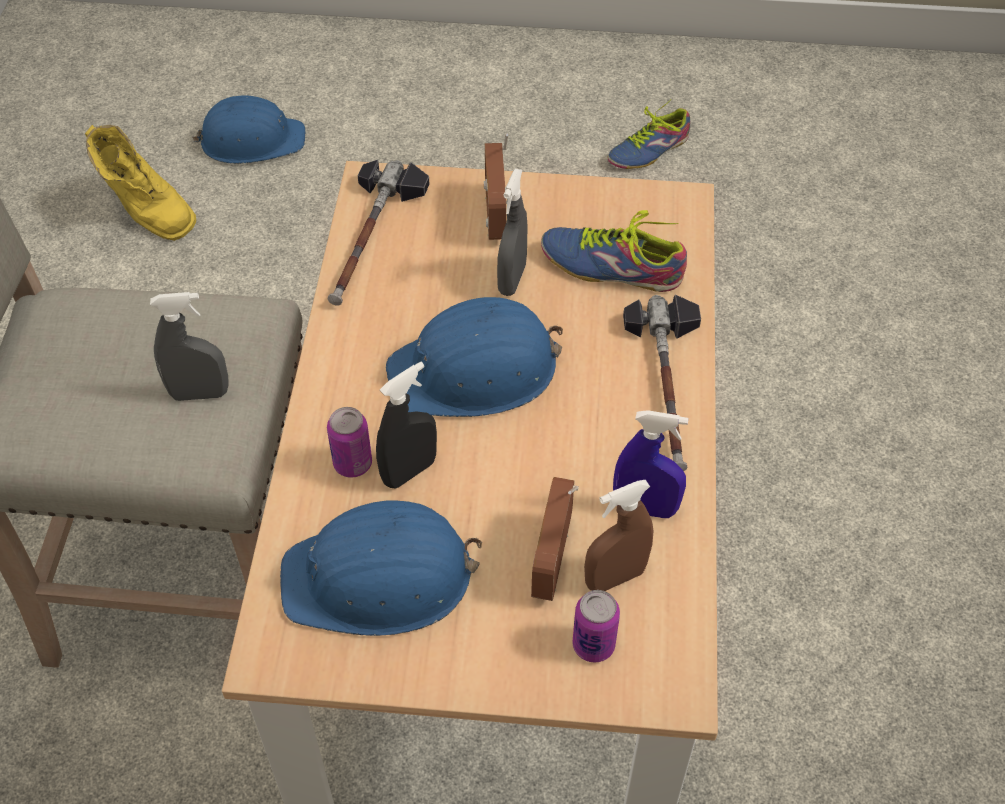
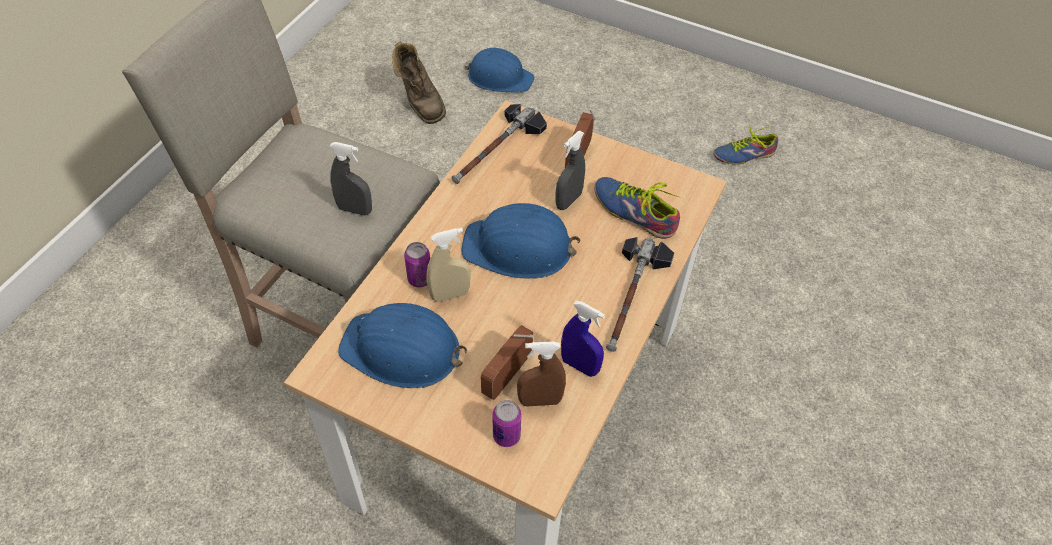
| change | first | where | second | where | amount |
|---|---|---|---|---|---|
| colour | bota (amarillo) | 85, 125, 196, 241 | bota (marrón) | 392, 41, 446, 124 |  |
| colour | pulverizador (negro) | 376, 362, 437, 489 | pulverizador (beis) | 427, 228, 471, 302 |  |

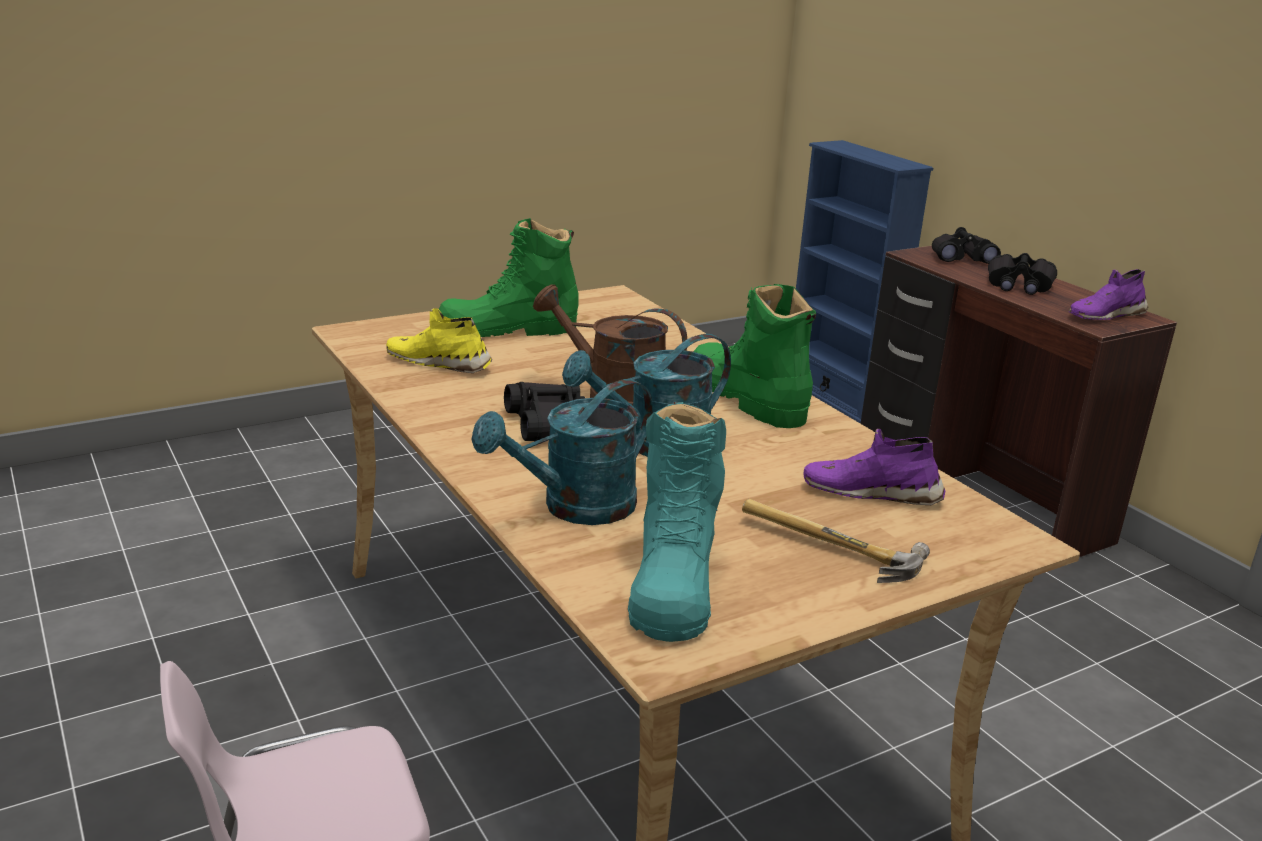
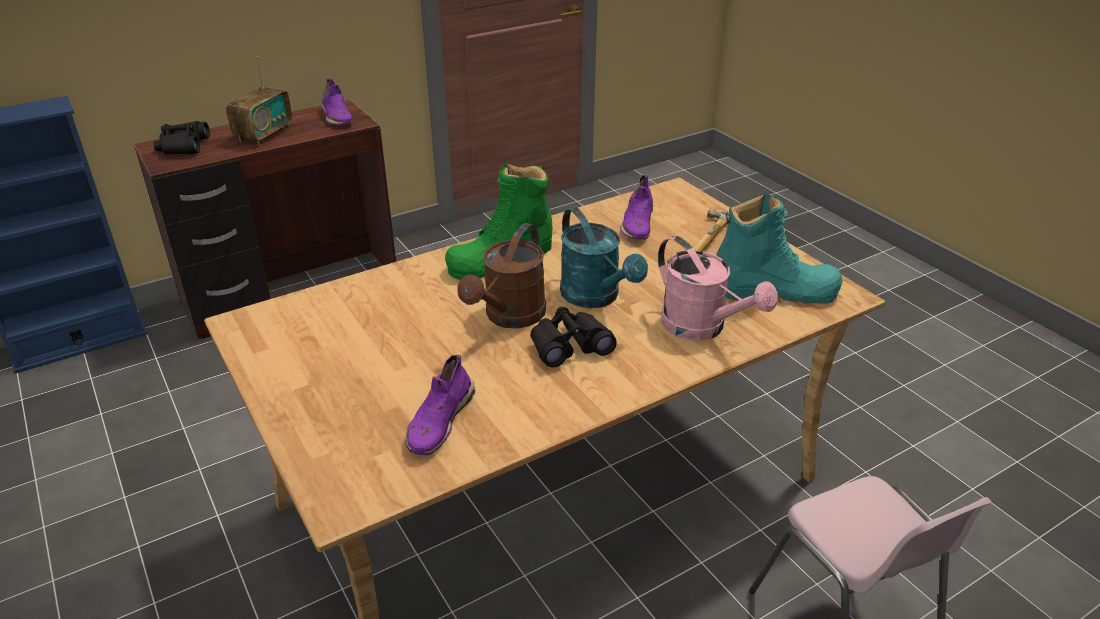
| change | first | where | second | where | amount |
|---|---|---|---|---|---|
| missing | bota (verde) | 439, 219, 578, 337 |  |  |  |
| exchanged | prismáticos (negro) | 988, 253, 1057, 295 | radio | 226, 56, 292, 146 |  |
| colour | zapato (amarillo) | 386, 308, 492, 373 | zapato (morado) | 405, 355, 475, 455 |  |
| colour | regadera (turquesa) | 471, 379, 653, 525 | regadera (rosa) | 658, 236, 778, 341 |  |

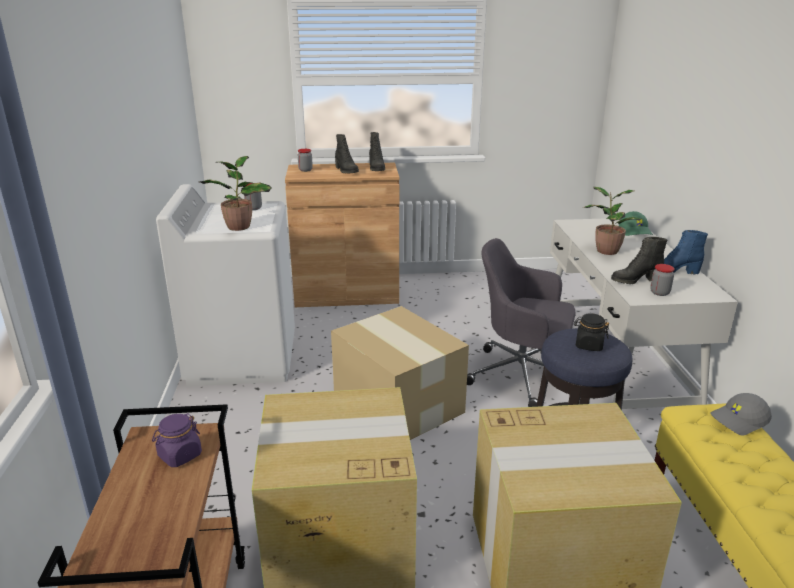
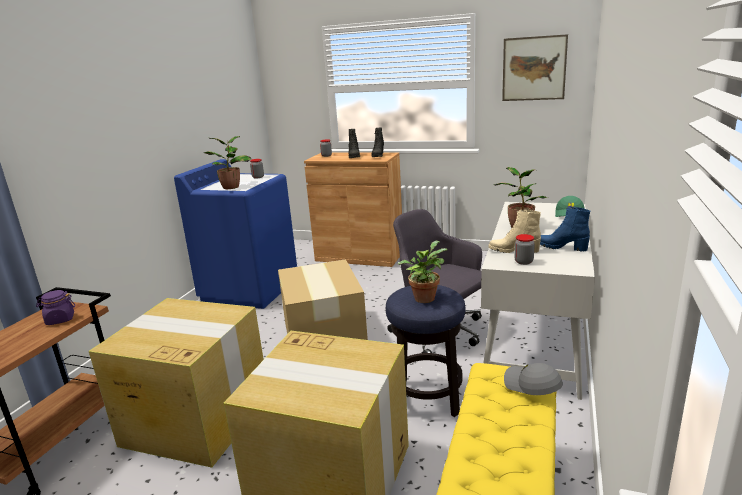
| change | first | where | second | where | amount |
|---|---|---|---|---|---|
| colour | lavadora (blanco) | 156, 184, 295, 386 | lavadora (azul) | 174, 159, 297, 309 |  |
| colour | bota (negro) | 611, 237, 667, 284 | bota (beis) | 489, 210, 541, 253 |  |
| exchanged | tarro (negro) | 574, 313, 609, 351 | planta en maceta | 398, 241, 447, 303 |  |
| spun | gorra (gris) | 710, 393, 772, 436 |  | 504, 363, 563, 395 | 45 degrees clockwise |
| appeared |  |  | cuadro | 502, 34, 568, 101 |  |

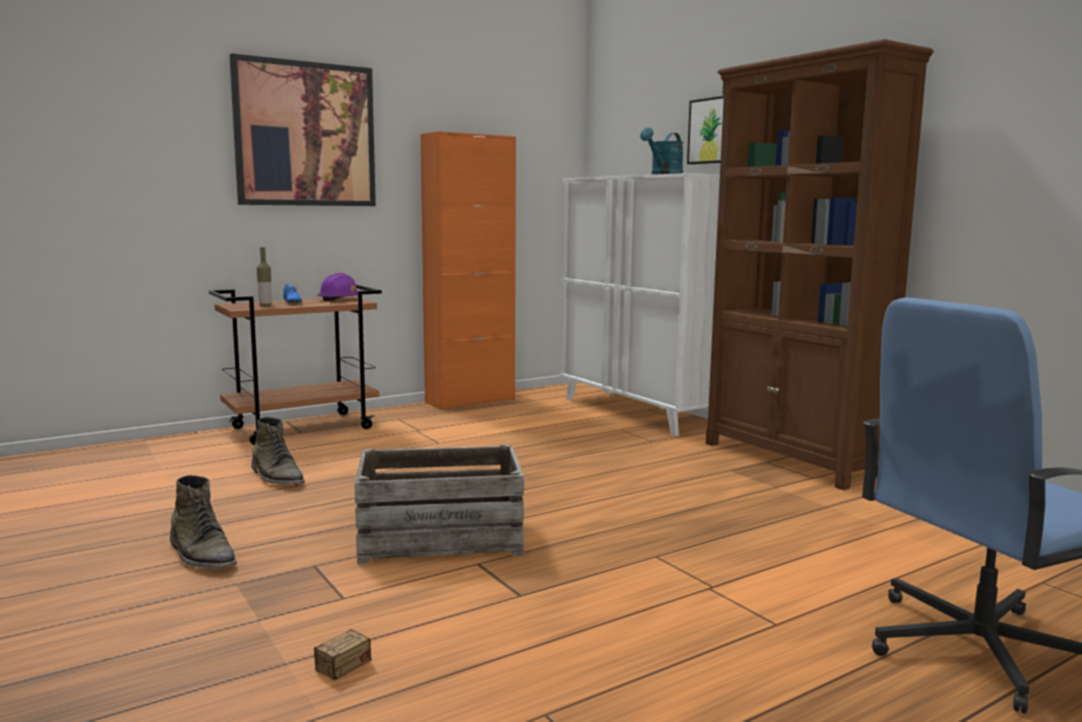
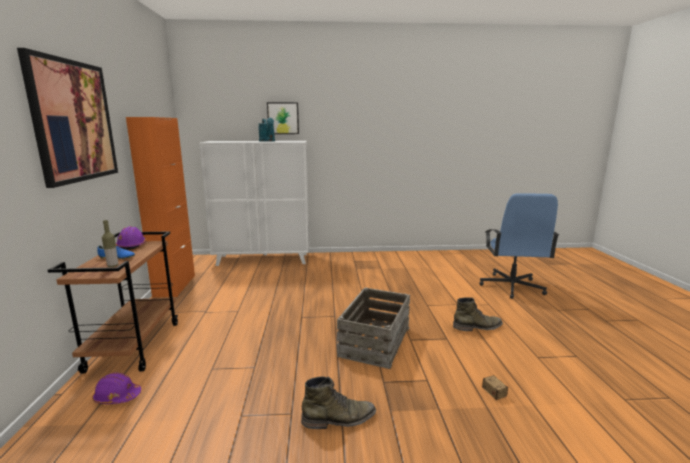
| change | first | where | second | where | amount |
|---|---|---|---|---|---|
| missing | estantería (marrón) | 706, 39, 934, 490 |  |  |  |
| relocated | bota (verde) | 251, 417, 305, 484 |  | 453, 297, 503, 331 |  |
| appeared |  |  | casco (morado) | 92, 373, 141, 404 |  |

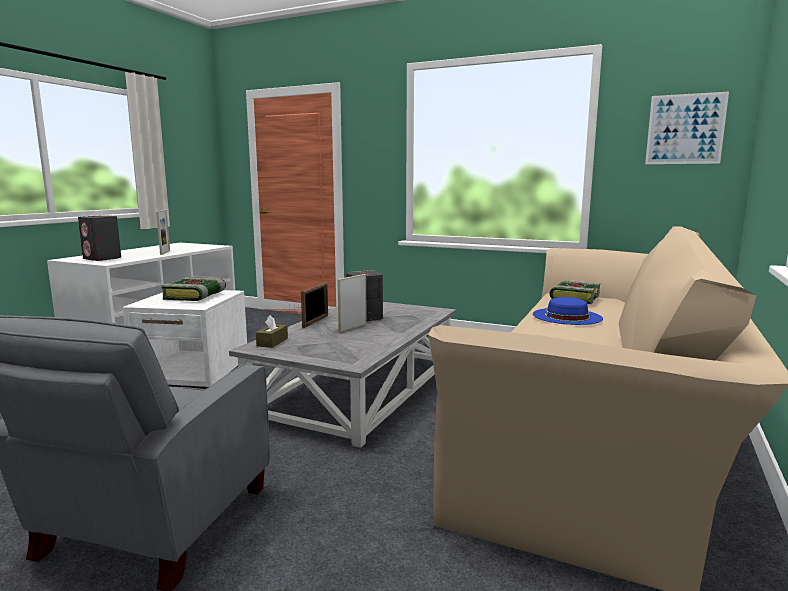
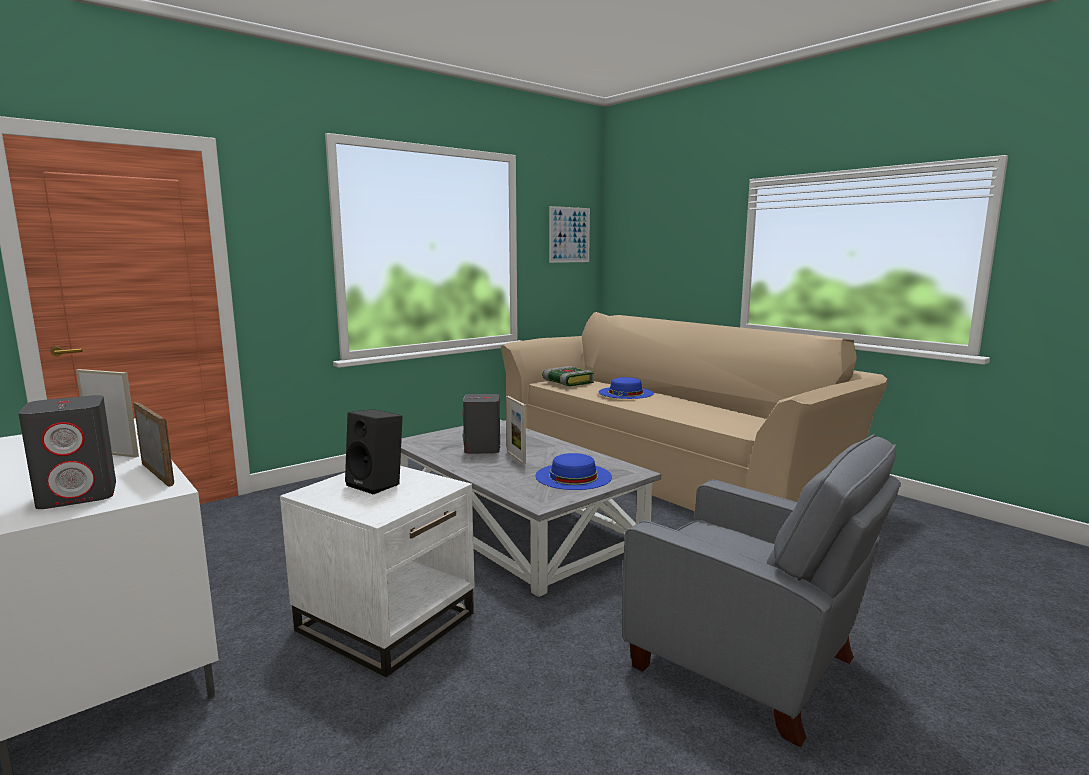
| change | first | where | second | where | amount |
|---|---|---|---|---|---|
| exchanged | libro | 162, 277, 226, 301 | altavoz (negro) | 345, 409, 403, 494 |  |
| relocated | portarretratos | 301, 282, 328, 328 |  | 133, 402, 174, 487 |  |
| missing | caja de pañuelos (marrón) | 256, 315, 288, 348 |  |  |  |
| appeared |  |  | sombrero (azul) | 535, 453, 612, 490 |  |

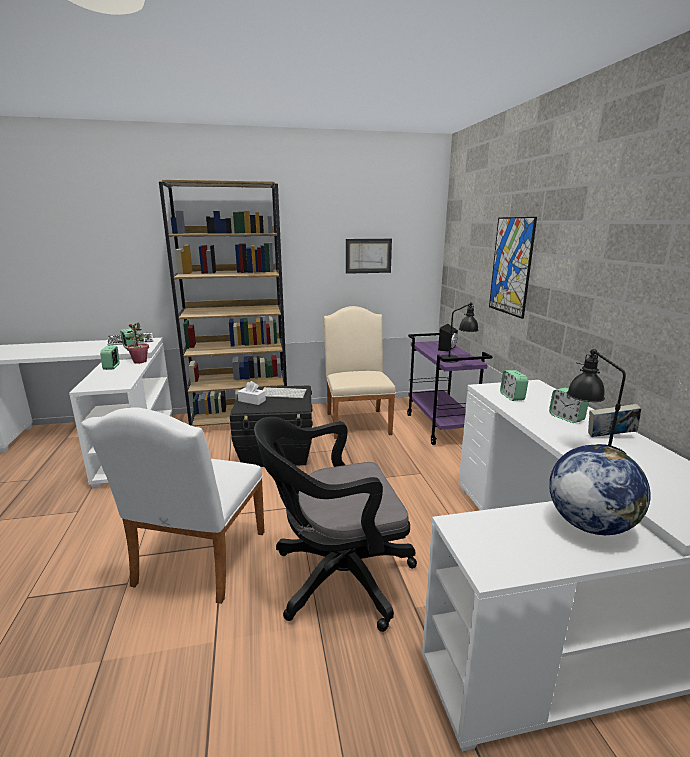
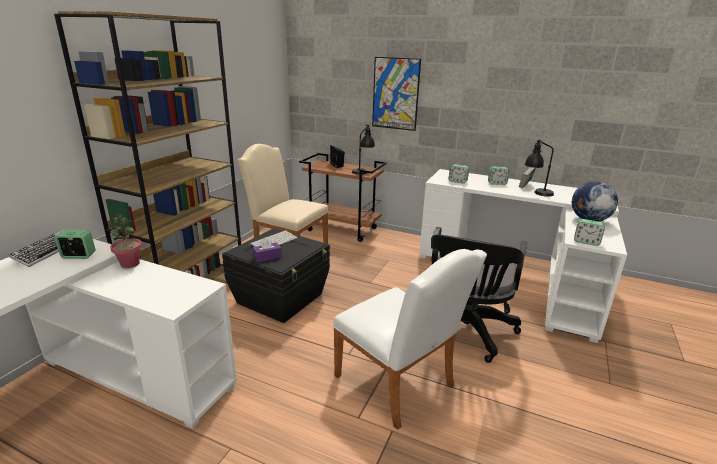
| change | first | where | second | where | amount |
|---|---|---|---|---|---|
| missing | cuadro | 346, 239, 392, 274 |  |  |  |
| colour | carrito (morado) | 407, 333, 493, 445 | carrito (marrón) | 299, 153, 387, 242 |  |
| relocated | despertador | 100, 346, 120, 370 |  | 574, 219, 605, 246 |  |
| colour | caja de pañuelos (blanco) | 238, 381, 266, 405 | caja de pañuelos (morado) | 253, 237, 282, 262 |  |

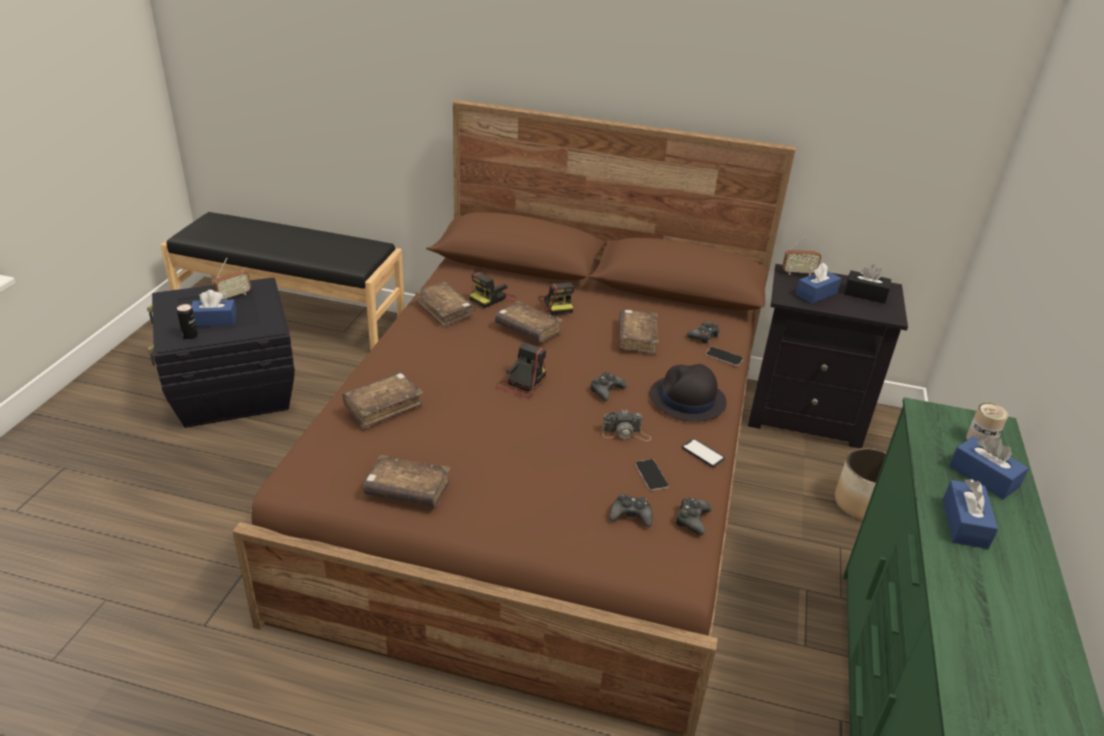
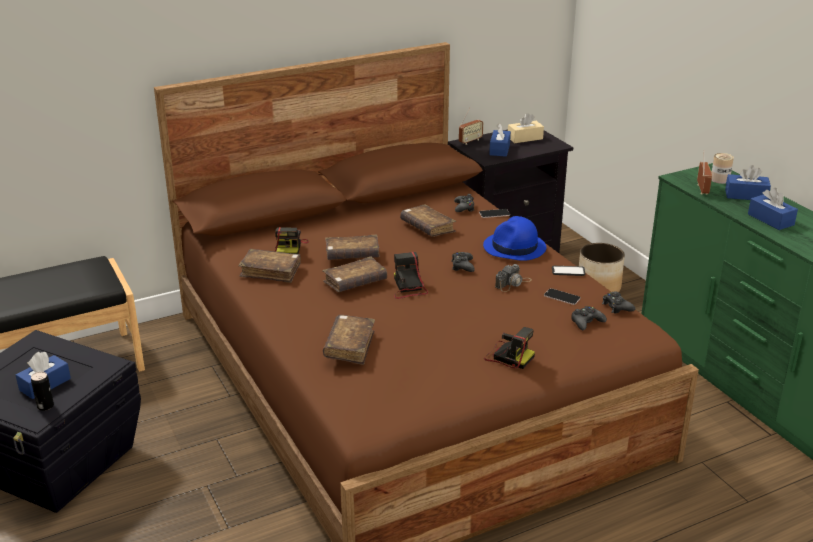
| change | first | where | second | where | amount |
|---|---|---|---|---|---|
| relocated | radio | 213, 258, 251, 300 |  | 697, 150, 712, 195 |  |
| colour | caja de pañuelos (negro) | 844, 265, 891, 303 | caja de pañuelos (beis) | 508, 113, 544, 143 |  |
| relocated | cámara | 538, 283, 574, 315 |  | 484, 327, 535, 369 |  |
| colour | sombrero (negro) | 649, 364, 727, 422 | sombrero (azul) | 483, 216, 546, 261 |  |
| relocated | libro (marrón) | 364, 455, 451, 507 |  | 322, 256, 387, 292 |  |

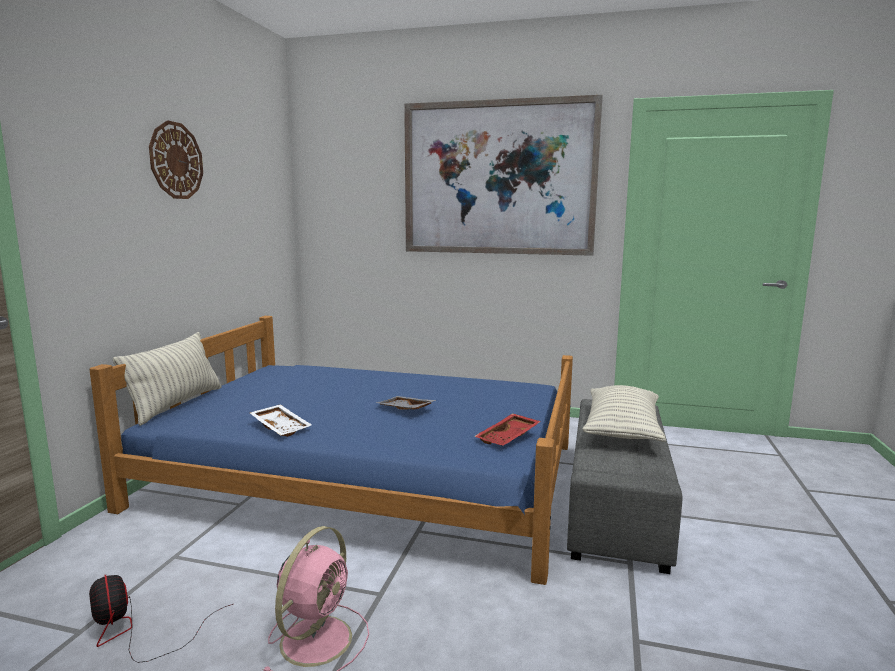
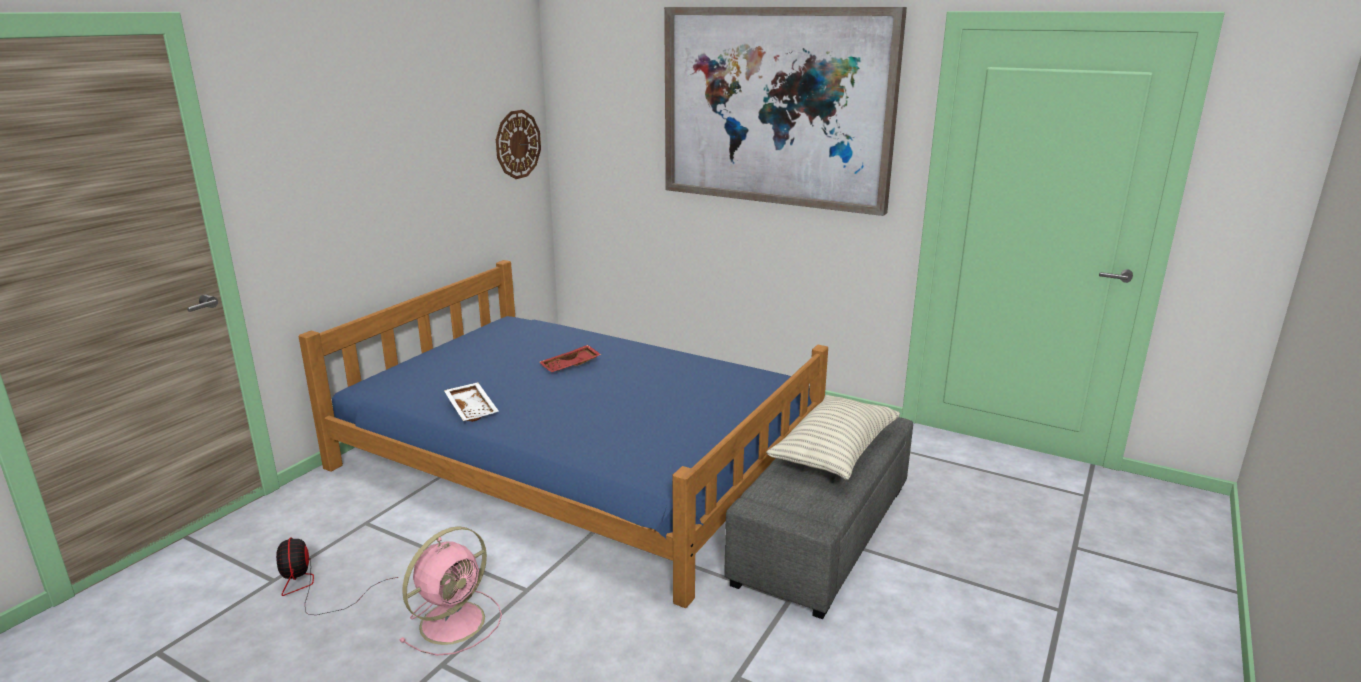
| change | first | where | second | where | amount |
|---|---|---|---|---|---|
| relocated | reloj de pared | 149, 120, 203, 199 |  | 496, 110, 541, 179 |  |
| missing | cojín | 113, 332, 221, 426 |  |  |  |
| missing | bandeja (gris) | 376, 396, 436, 410 |  |  |  |
| relocated | bandeja (rojo) | 474, 413, 541, 446 |  | 539, 345, 601, 372 |  |

